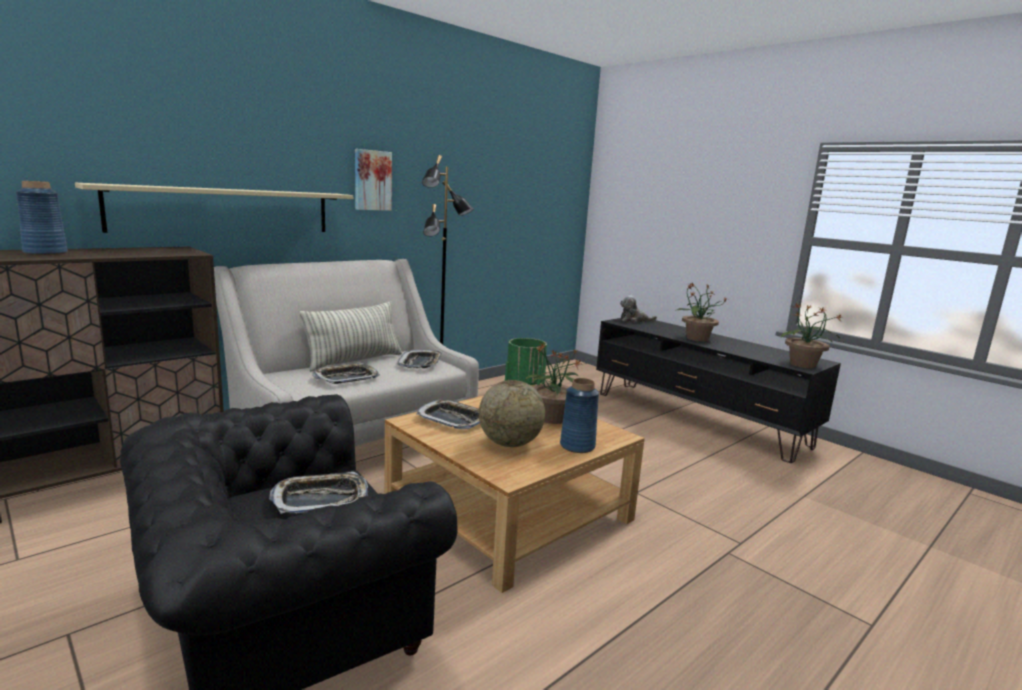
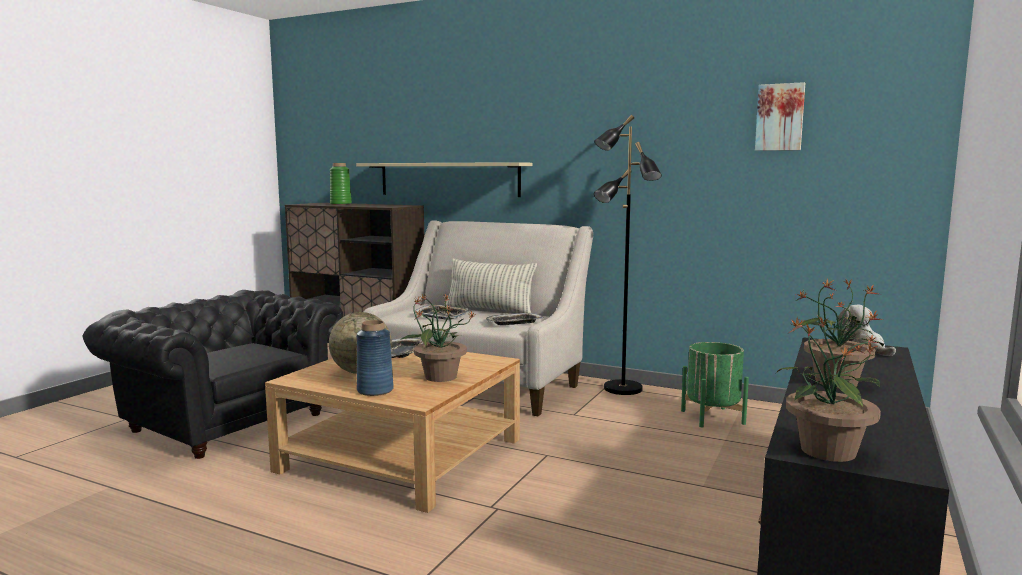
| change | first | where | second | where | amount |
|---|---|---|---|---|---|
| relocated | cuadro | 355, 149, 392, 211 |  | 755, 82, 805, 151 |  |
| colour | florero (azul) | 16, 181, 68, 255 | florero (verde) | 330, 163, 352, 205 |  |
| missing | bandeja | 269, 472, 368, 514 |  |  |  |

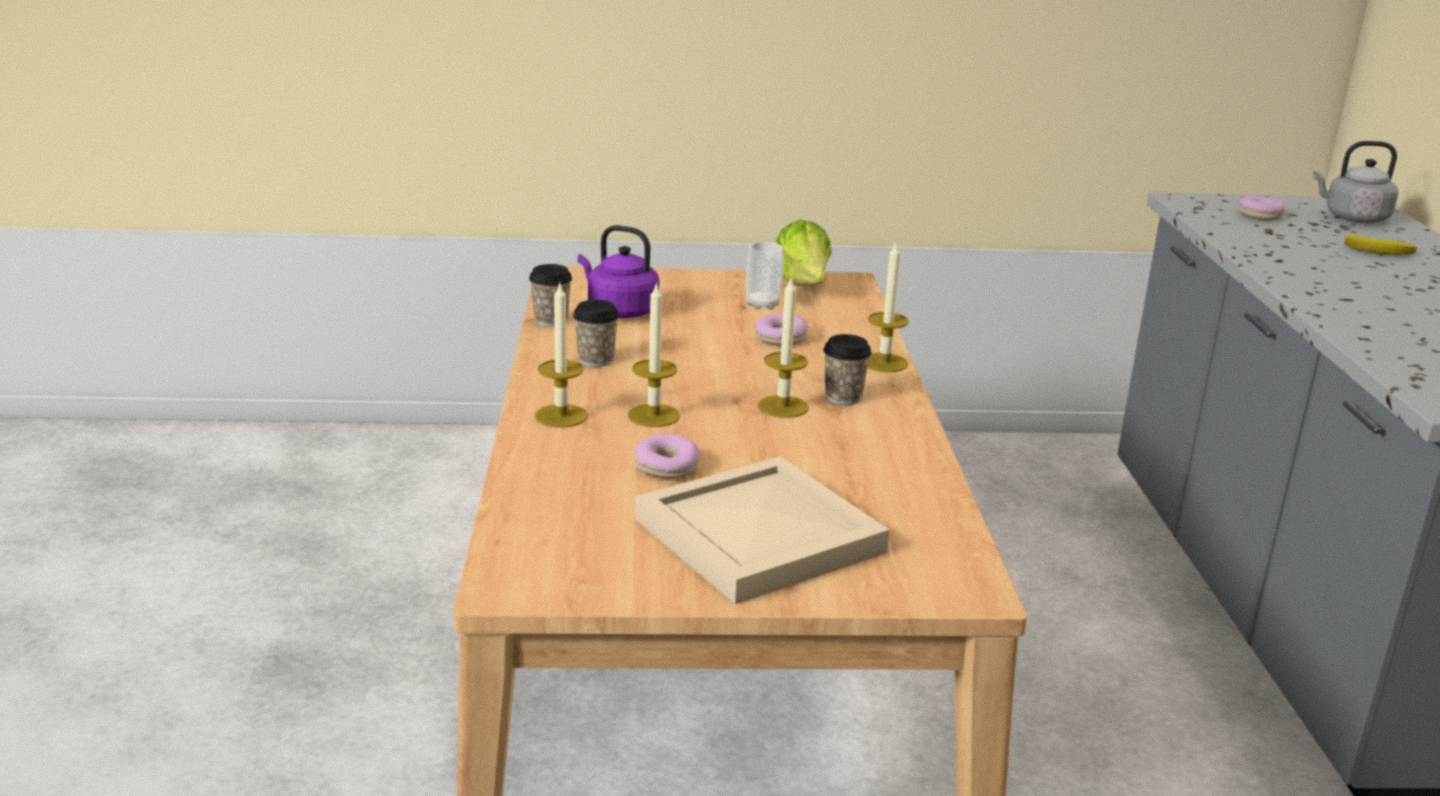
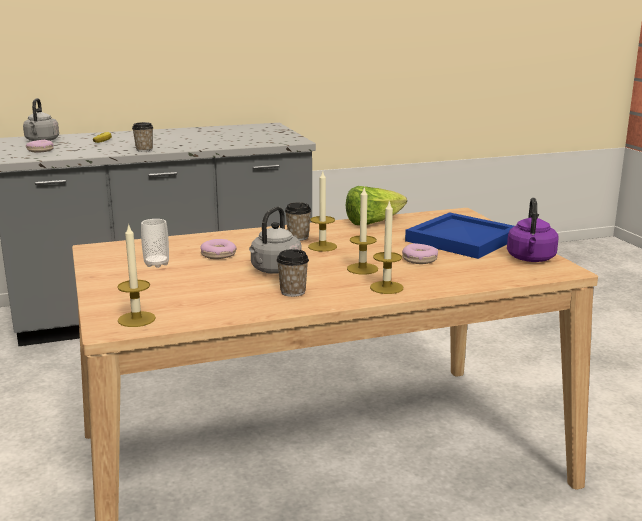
| change | first | where | second | where | amount |
|---|---|---|---|---|---|
| relocated | lechuga | 776, 219, 832, 285 |  | 346, 186, 407, 225 |  |
| relocated | hervidor (morado) | 577, 225, 659, 318 |  | 507, 198, 559, 262 |  |
| relocated | vela | 867, 243, 909, 372 |  | 117, 223, 156, 327 |  |
| relocated | taza | 529, 264, 572, 327 |  | 132, 122, 153, 152 |  |
| colour | bandeja (beis) | 635, 456, 889, 604 | bandeja (azul) | 405, 212, 514, 259 |  |
| appeared |  |  | hervidor (gris) | 249, 207, 302, 274 |  |

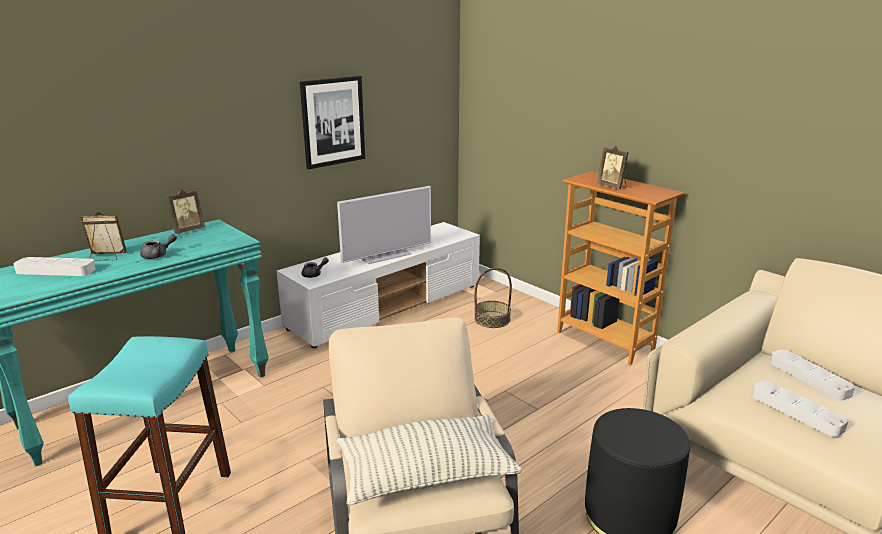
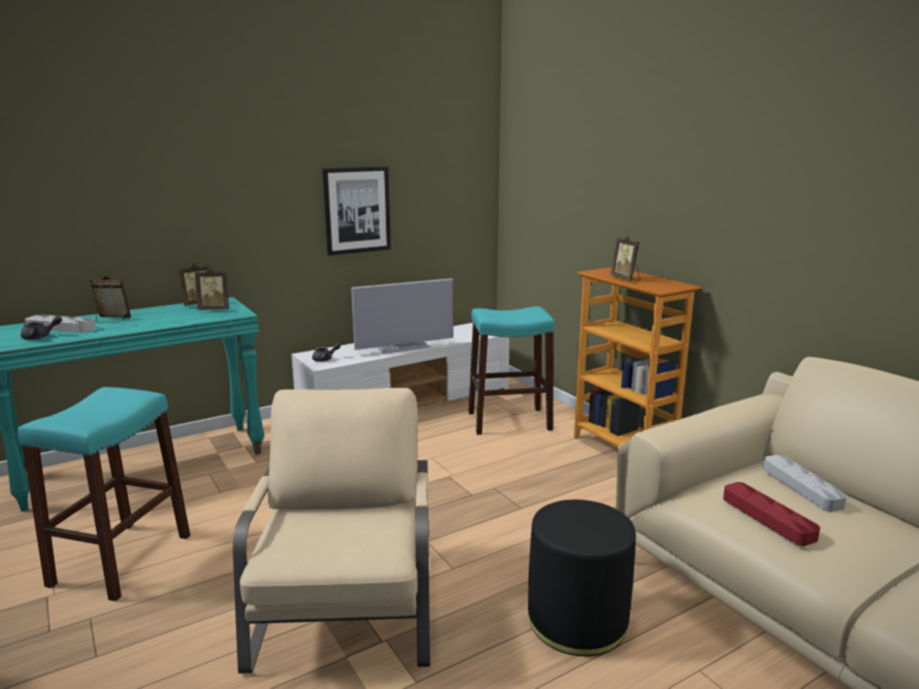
| change | first | where | second | where | amount |
|---|---|---|---|---|---|
| relocated | tetera (gris) | 140, 234, 177, 259 |  | 21, 316, 62, 340 |  |
| exchanged | cesta | 474, 268, 512, 328 | taburete (turquesa) | 469, 306, 555, 435 |  |
| colour | bandeja (gris) | 752, 380, 848, 437 | bandeja (rojo) | 723, 482, 820, 546 |  |
| missing | cojín | 337, 414, 522, 505 |  |  |  |
| appeared |  |  | portarretratos | 195, 268, 229, 310 |  |

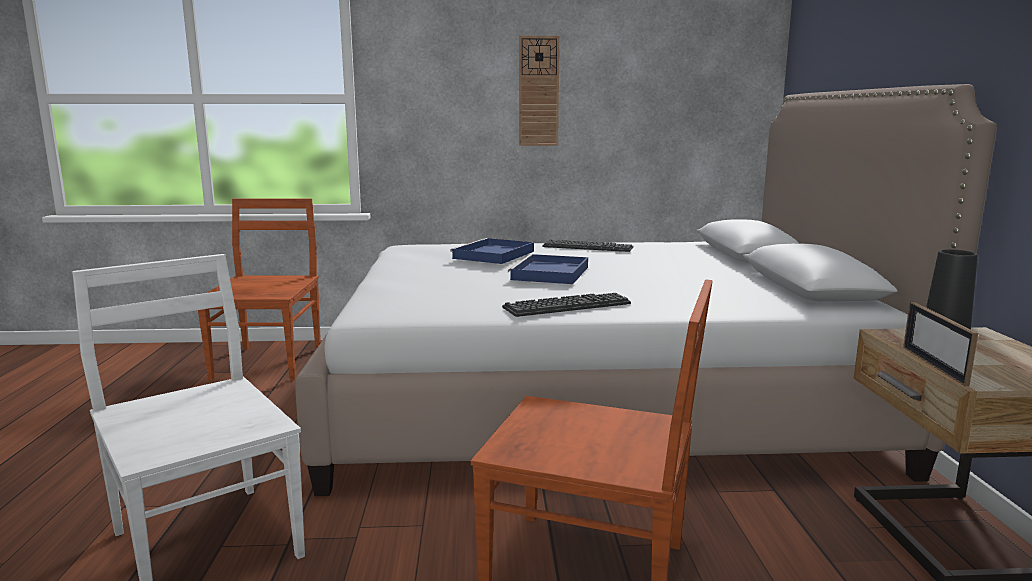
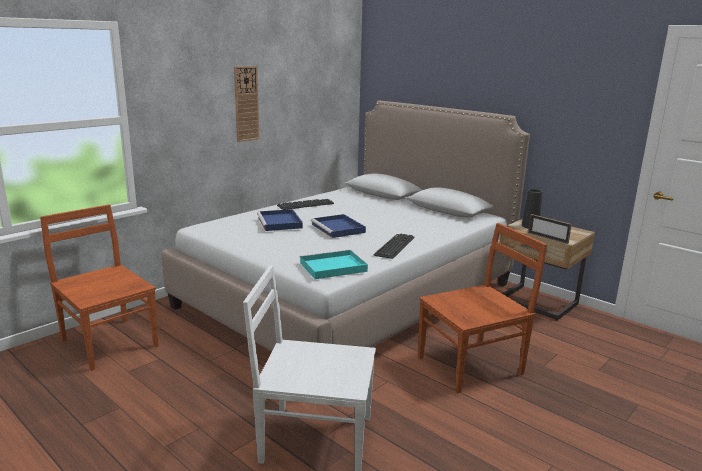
| change | first | where | second | where | amount |
|---|---|---|---|---|---|
| appeared |  |  | bandeja (turquesa) | 300, 249, 368, 279 |  |

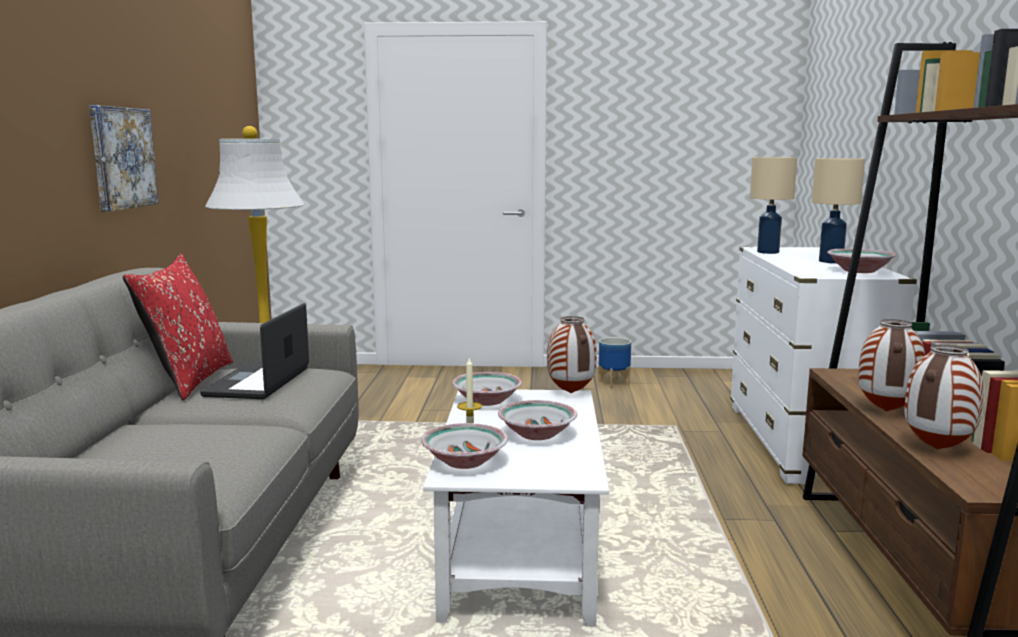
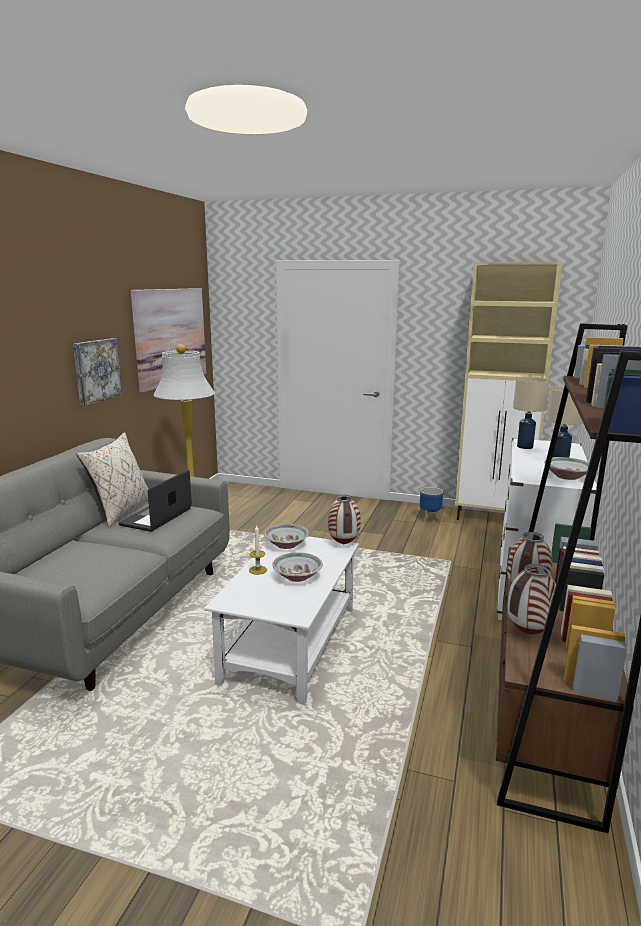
| change | first | where | second | where | amount |
|---|---|---|---|---|---|
| colour | cojín (rojo) | 123, 254, 233, 401 | cojín (beis) | 76, 432, 148, 527 |  |
| missing | cuenco | 421, 423, 508, 469 |  |  |  |
| appeared |  |  | armario (beis) | 455, 262, 563, 520 |  |
| appeared |  |  | cuadro | 131, 288, 206, 392 |  |

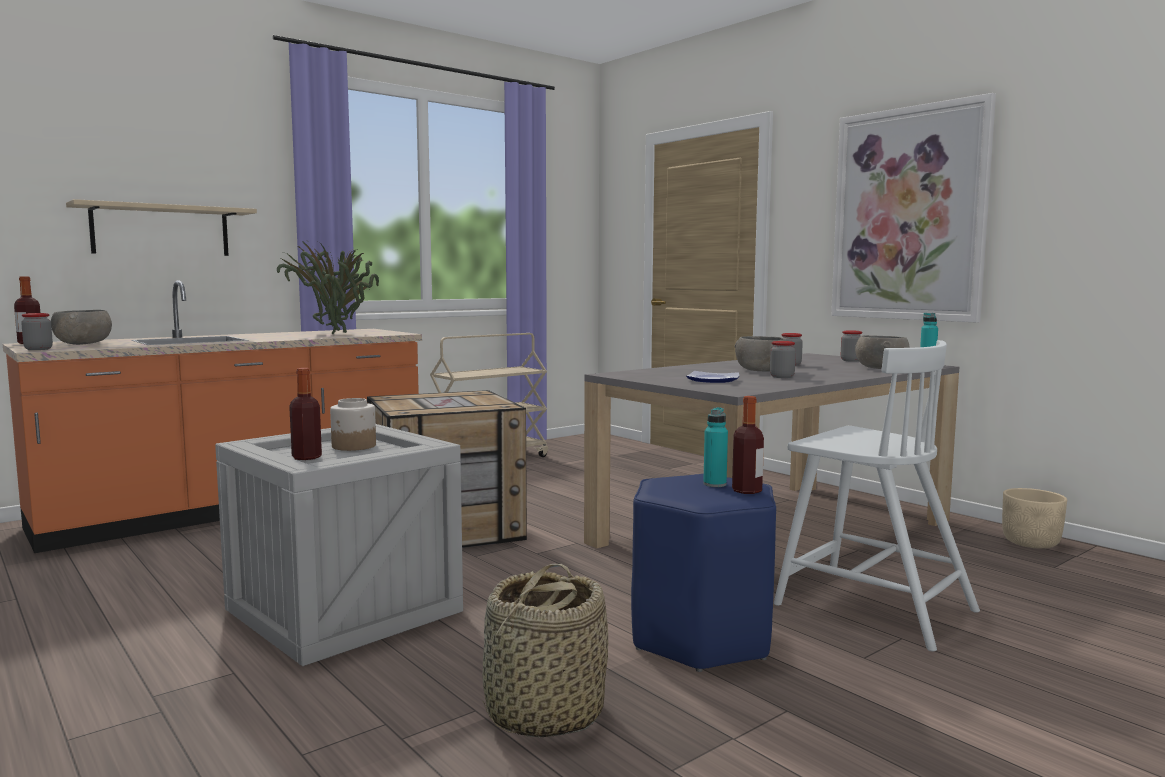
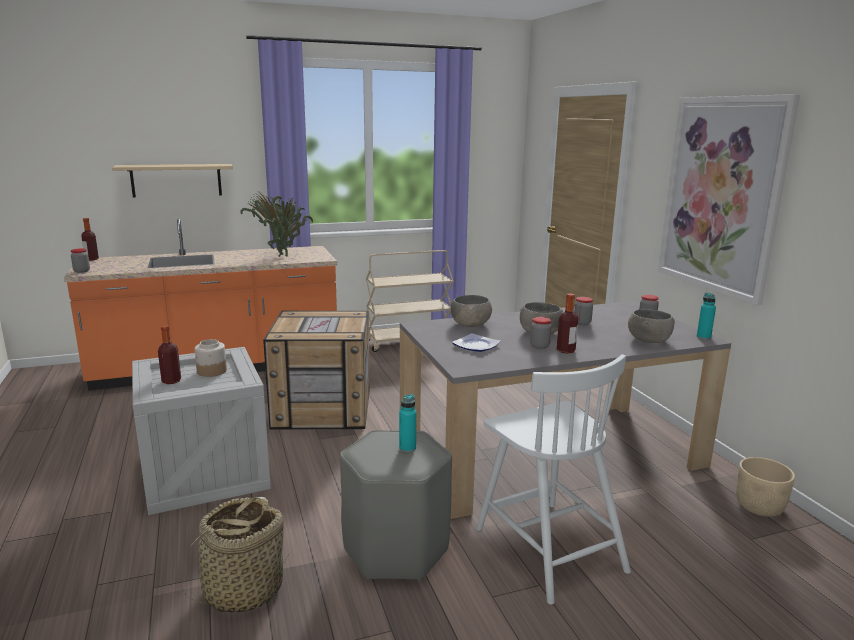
| change | first | where | second | where | amount |
|---|---|---|---|---|---|
| relocated | cuenco (gris) | 51, 310, 112, 345 |  | 450, 295, 492, 327 |  |
| relocated | botella | 732, 396, 764, 494 |  | 557, 294, 578, 354 |  |
| colour | taburete (azul) | 631, 474, 776, 672 | taburete (gris) | 340, 430, 452, 581 |  |

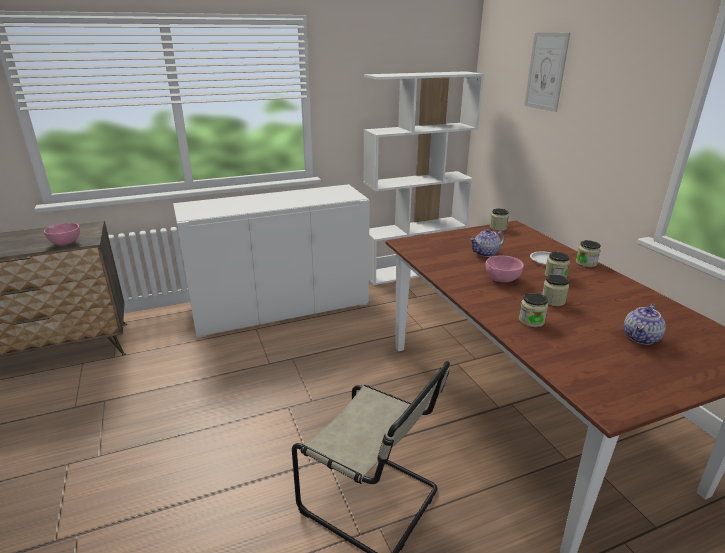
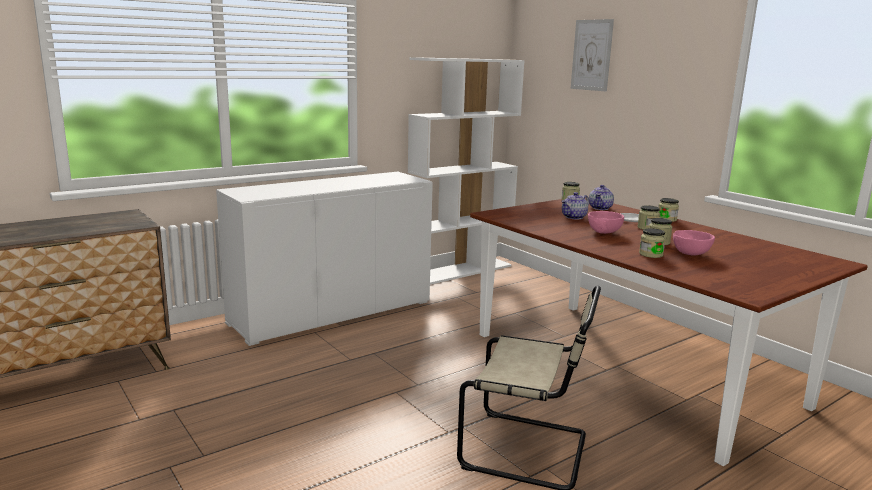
| change | first | where | second | where | amount |
|---|---|---|---|---|---|
| relocated | cuenco (rosa) | 44, 223, 80, 245 |  | 673, 230, 715, 256 |  |
| relocated | tetera | 624, 304, 666, 345 |  | 589, 185, 614, 210 |  |

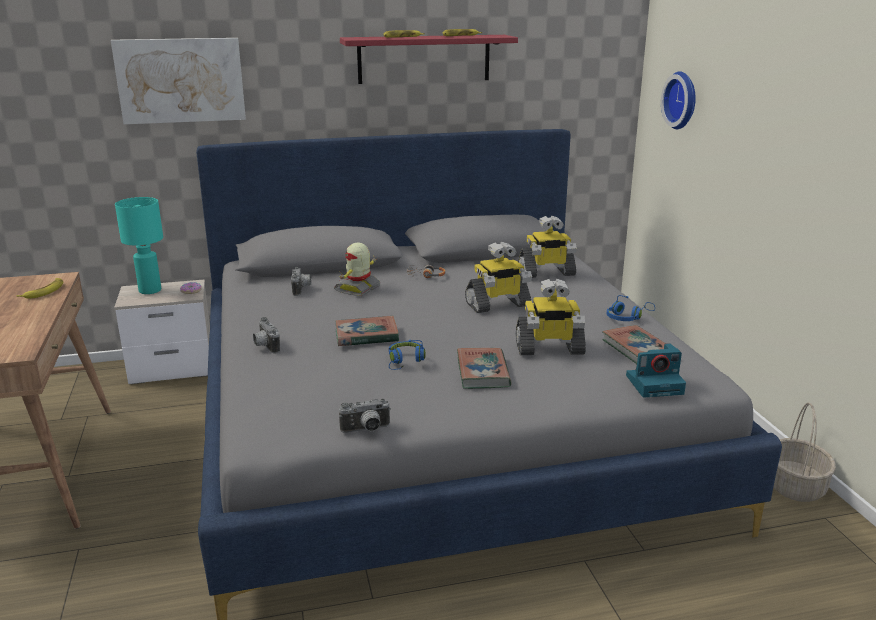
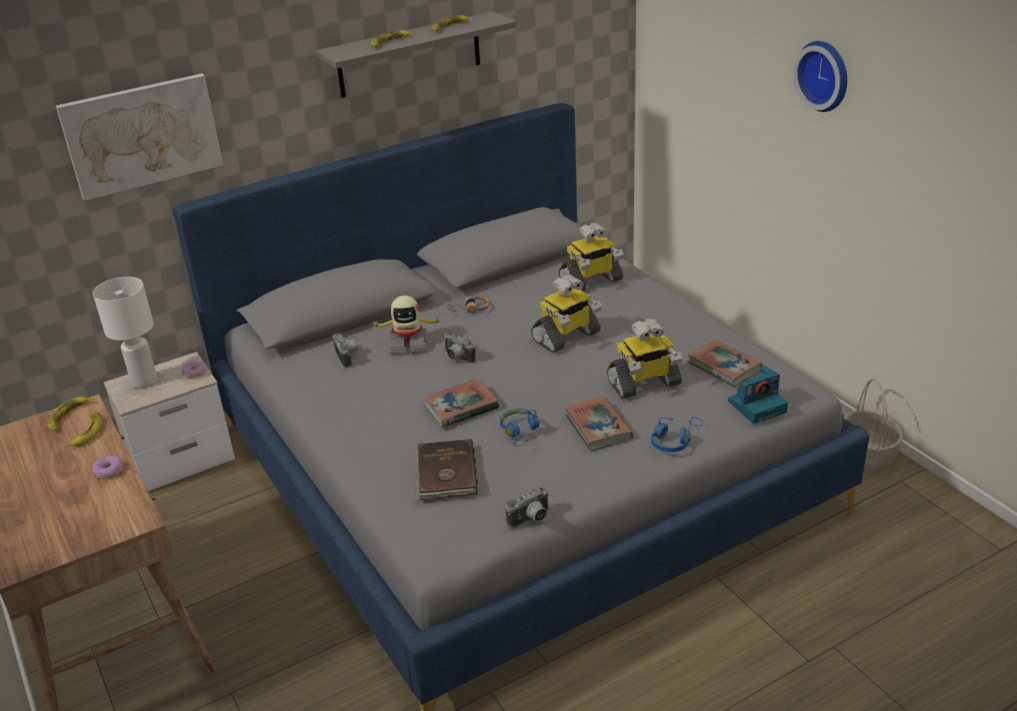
| change | first | where | second | where | amount |
|---|---|---|---|---|---|
| colour | estante (rojo) | 340, 35, 518, 84 | estante (gris) | 316, 11, 516, 98 |  |
| relocated | reloj de pared | 661, 71, 696, 129 |  | 793, 41, 847, 112 |  |
| colour | lámpara de mesa (turquesa) | 115, 197, 163, 294 | lámpara de mesa (blanco) | 93, 277, 157, 389 |  |
| spun | robot de juguete | 334, 243, 380, 296 |  | 372, 296, 442, 354 | 105 degrees counterclockwise |
| relocated | auriculares (azul) | 607, 295, 655, 321 |  | 651, 417, 703, 452 |  |
| relocated | cámara | 253, 317, 280, 353 |  | 444, 330, 475, 363 |  |
| appeared |  |  | plátano | 47, 397, 94, 431 |  |
| appeared |  |  | libro (marrón) | 415, 439, 478, 500 |  |
| appeared |  |  | rosquilla | 92, 456, 123, 479 |  |

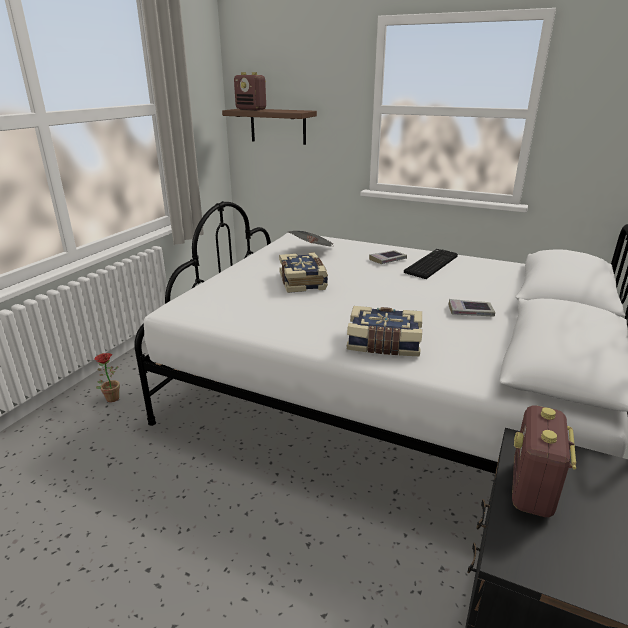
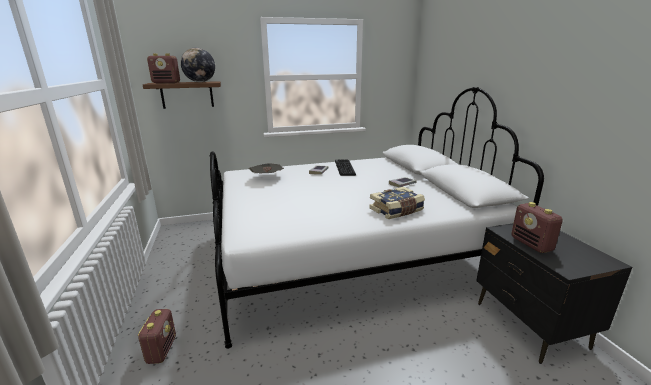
| change | first | where | second | where | amount |
|---|---|---|---|---|---|
| missing | libro | 279, 252, 328, 293 |  |  |  |
| exchanged | planta en maceta | 95, 353, 120, 402 | radio | 137, 309, 176, 364 |  |
| appeared |  |  | globo terráqueo | 181, 48, 215, 82 |  |

